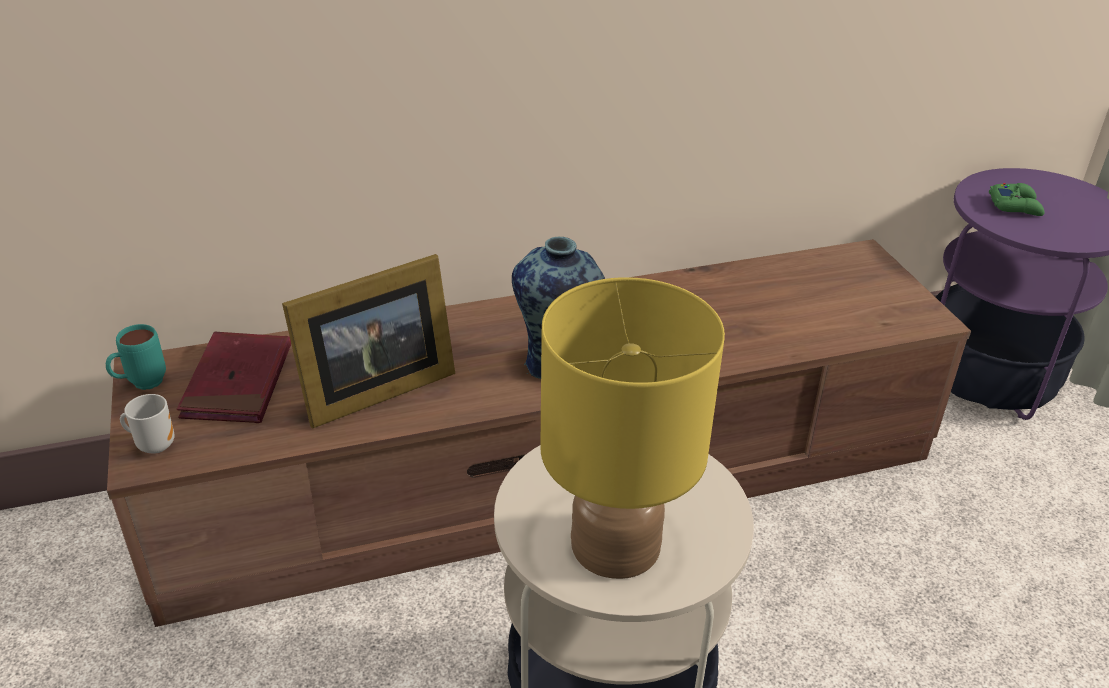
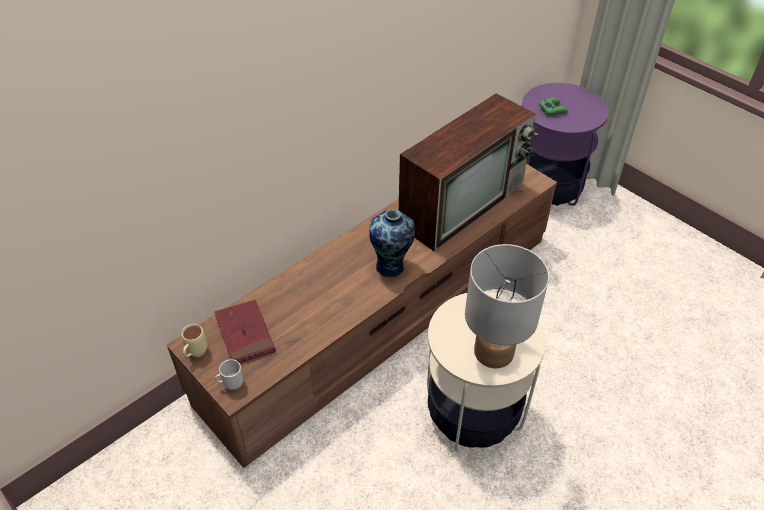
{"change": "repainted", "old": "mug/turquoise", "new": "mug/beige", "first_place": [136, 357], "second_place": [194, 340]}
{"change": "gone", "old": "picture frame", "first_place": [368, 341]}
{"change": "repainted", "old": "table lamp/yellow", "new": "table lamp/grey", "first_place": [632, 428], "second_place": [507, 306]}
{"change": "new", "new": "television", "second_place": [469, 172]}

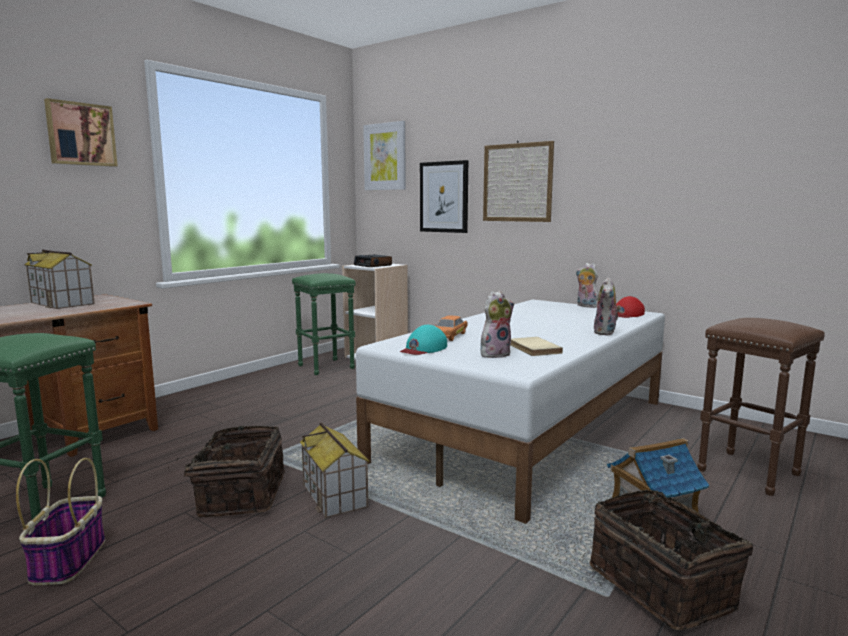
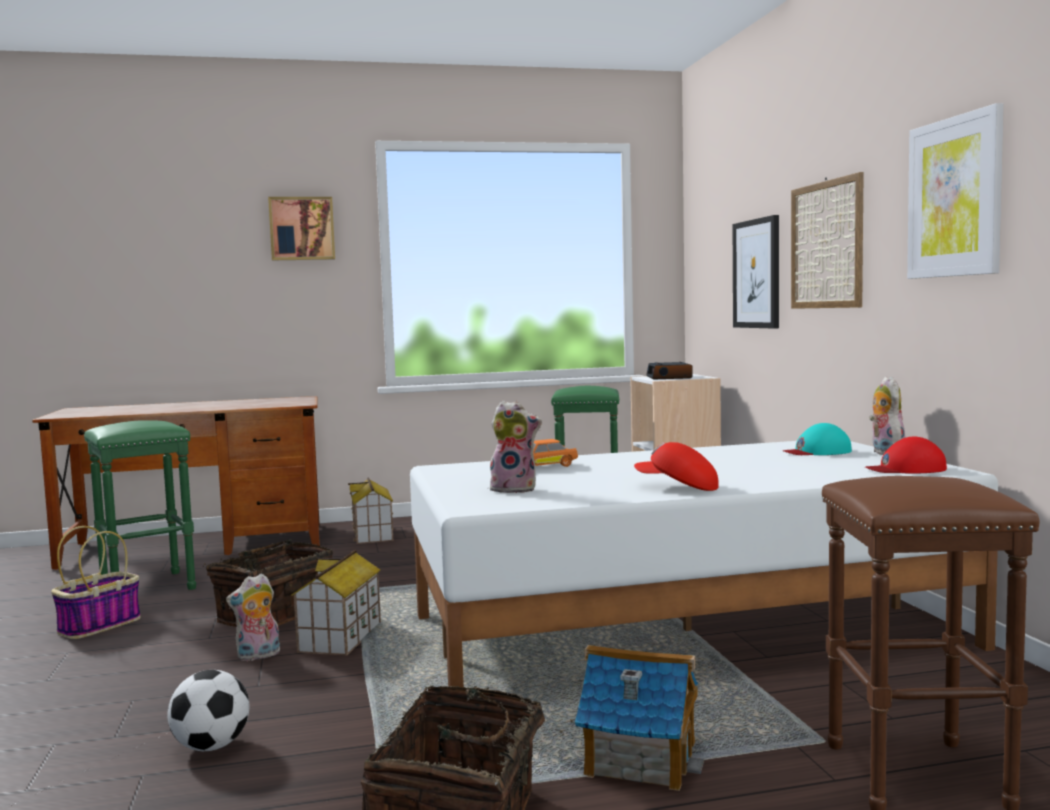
{"change": "shifted", "old": "toy house", "first_place": [59, 279], "second_place": [371, 510]}
{"change": "shifted", "old": "picture", "first_place": [384, 155], "second_place": [955, 191]}
{"change": "shifted", "old": "cap/turquoise", "first_place": [423, 340], "second_place": [817, 439]}
{"change": "gone", "old": "book/beige", "first_place": [537, 346]}
{"change": "shifted", "old": "plush toy", "first_place": [607, 306], "second_place": [253, 617]}
{"change": "new", "new": "football", "second_place": [208, 710]}
{"change": "new", "new": "cap/red", "second_place": [676, 466]}

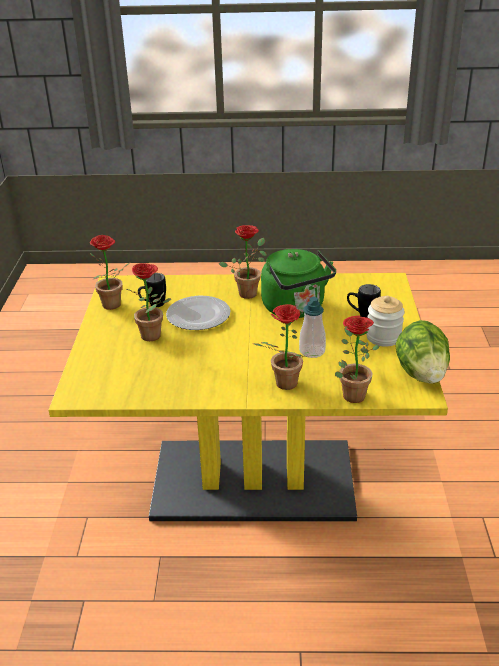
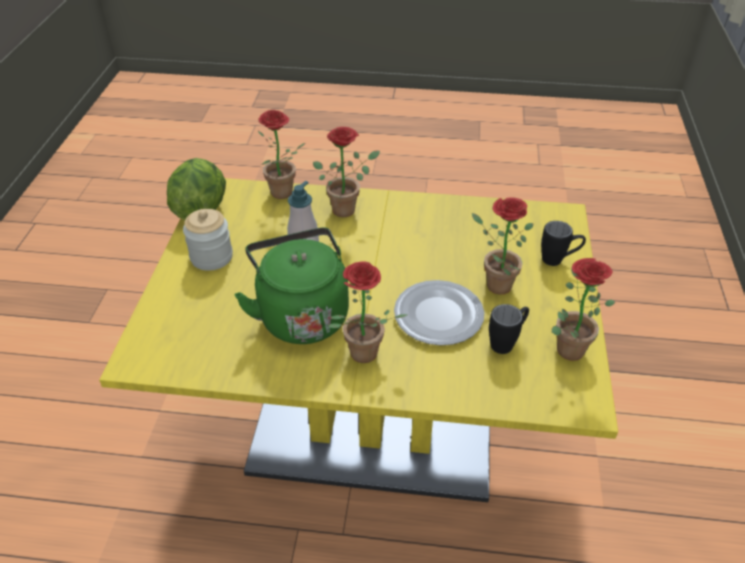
{"change": "shifted", "old": "mug/black", "first_place": [364, 301], "second_place": [563, 243]}

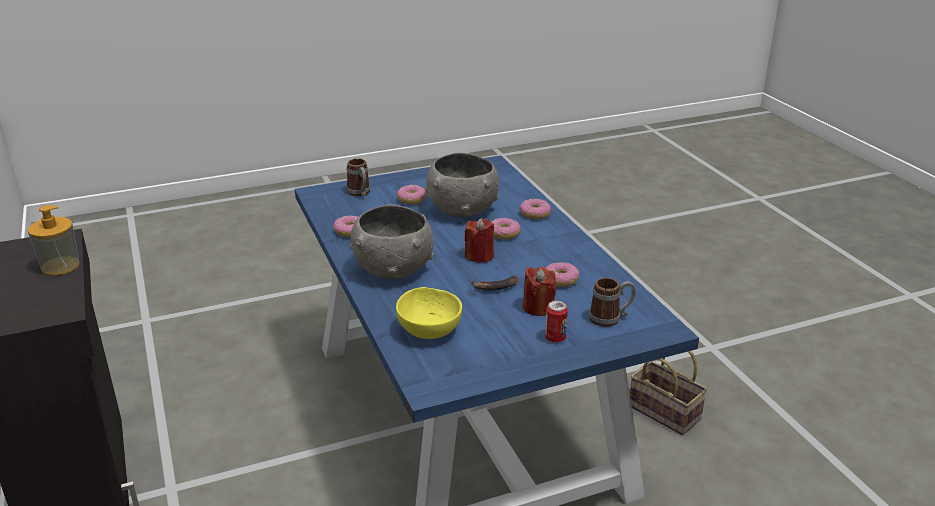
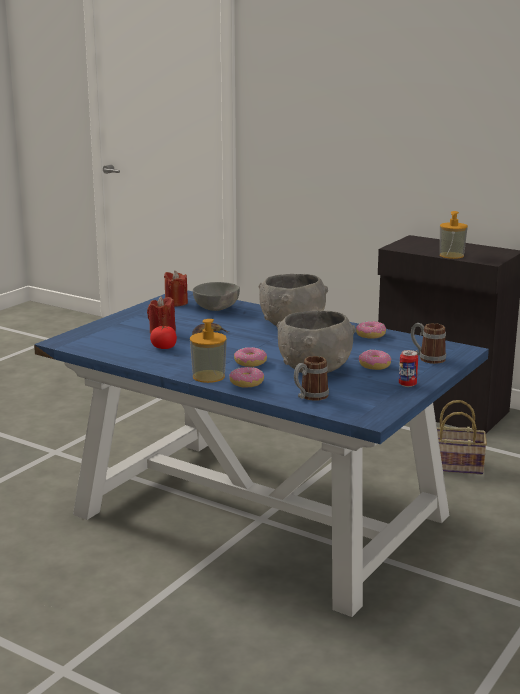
{"change": "repainted", "old": "bowl/yellow", "new": "bowl/grey", "first_place": [429, 313], "second_place": [216, 296]}
{"change": "shifted", "old": "candle/red", "first_place": [479, 240], "second_place": [176, 288]}
{"change": "shifted", "old": "can", "first_place": [556, 322], "second_place": [408, 368]}
{"change": "swapped", "old": "donut", "new": "tomato", "first_place": [563, 274], "second_place": [163, 337]}
{"change": "shifted", "old": "mug", "first_place": [612, 302], "second_place": [311, 378]}
{"change": "shifted", "old": "basket", "first_place": [668, 393], "second_place": [462, 437]}
{"change": "new", "new": "soap dispenser", "second_place": [208, 351]}

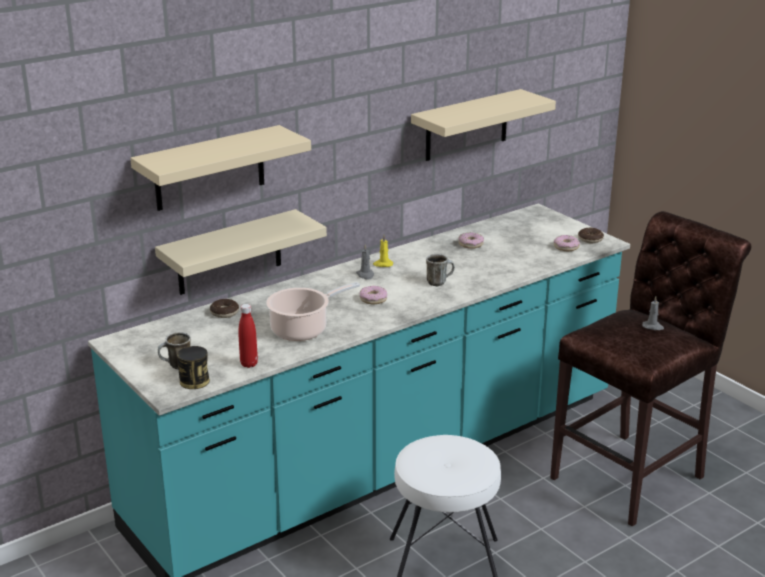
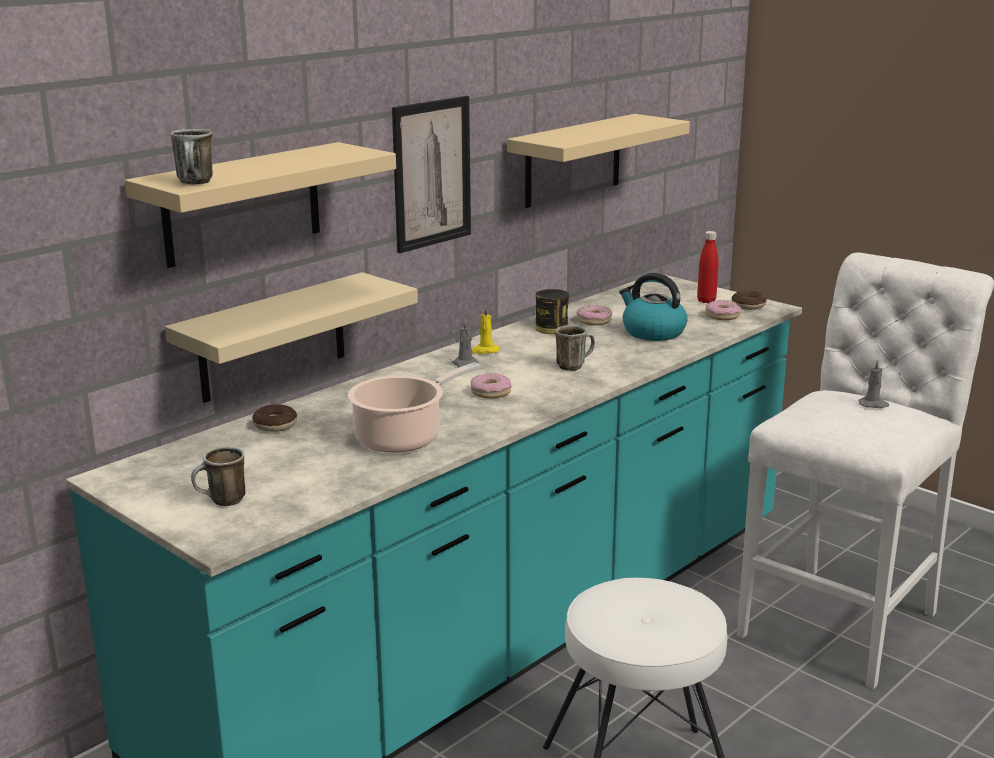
{"change": "shifted", "old": "can", "first_place": [193, 367], "second_place": [552, 311]}
{"change": "shifted", "old": "bottle/red", "first_place": [248, 336], "second_place": [707, 267]}
{"change": "repainted", "old": "stool/brown", "new": "stool/white", "first_place": [650, 368], "second_place": [865, 470]}
{"change": "new", "new": "mug", "second_place": [192, 157]}
{"change": "new", "new": "picture", "second_place": [431, 174]}
{"change": "new", "new": "kettle", "second_place": [653, 307]}

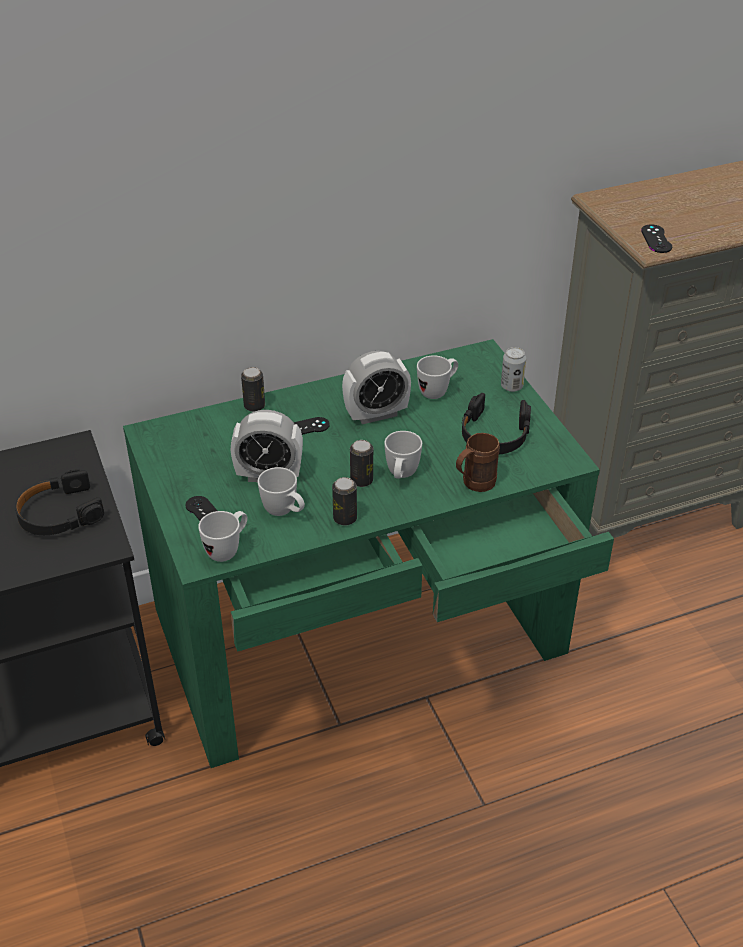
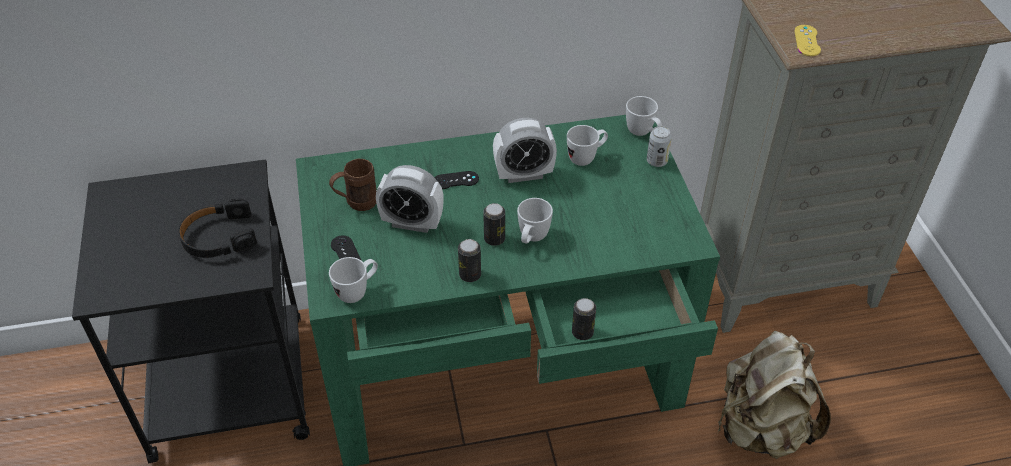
{"change": "shifted", "old": "can", "first_place": [253, 389], "second_place": [584, 319]}
{"change": "shifted", "old": "mug/white", "first_place": [281, 491], "second_place": [644, 116]}
{"change": "shifted", "old": "mug/brown", "first_place": [478, 462], "second_place": [352, 185]}
{"change": "gone", "old": "headphones/black", "first_place": [496, 423]}
{"change": "repainted", "old": "game controller/black", "new": "game controller/yellow", "first_place": [656, 238], "second_place": [807, 40]}
{"change": "new", "new": "backpack/beige", "second_place": [774, 395]}

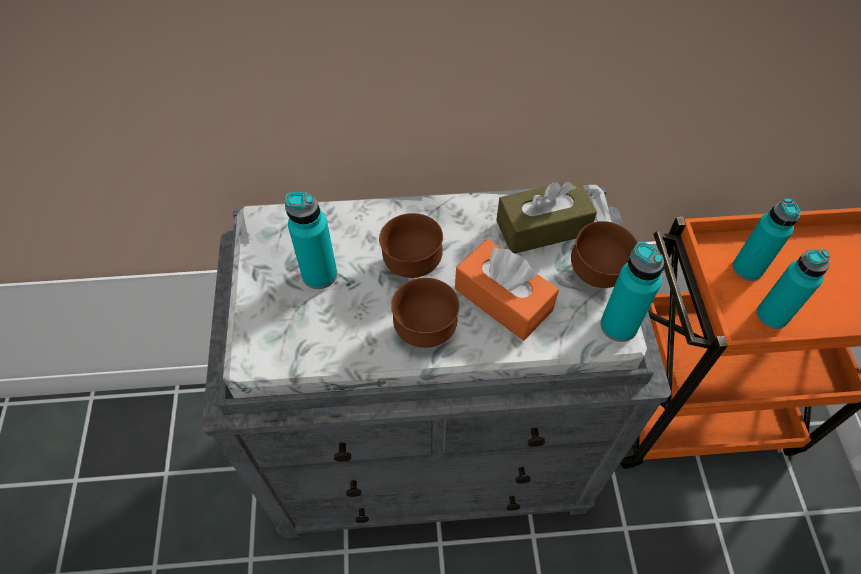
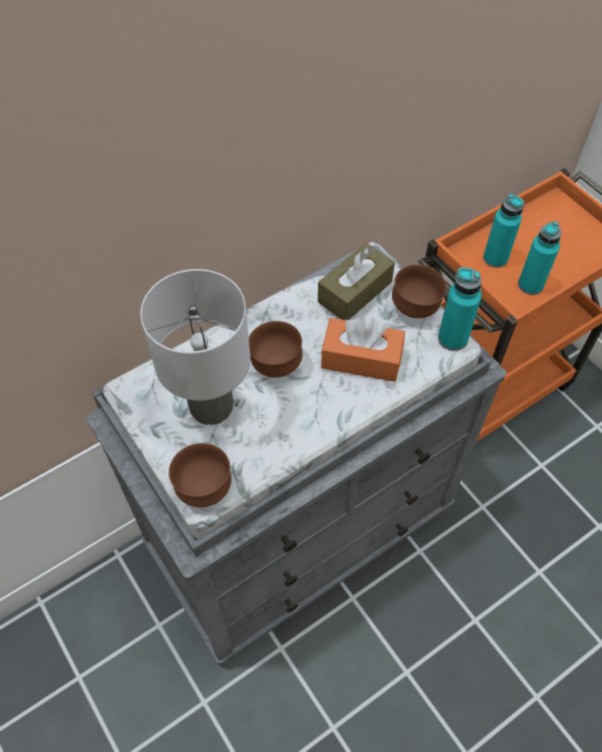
{"change": "swapped", "old": "bottle/turquoise", "new": "table lamp/white", "first_place": [311, 240], "second_place": [195, 347]}
{"change": "shifted", "old": "bowl/brown", "first_place": [425, 313], "second_place": [200, 475]}

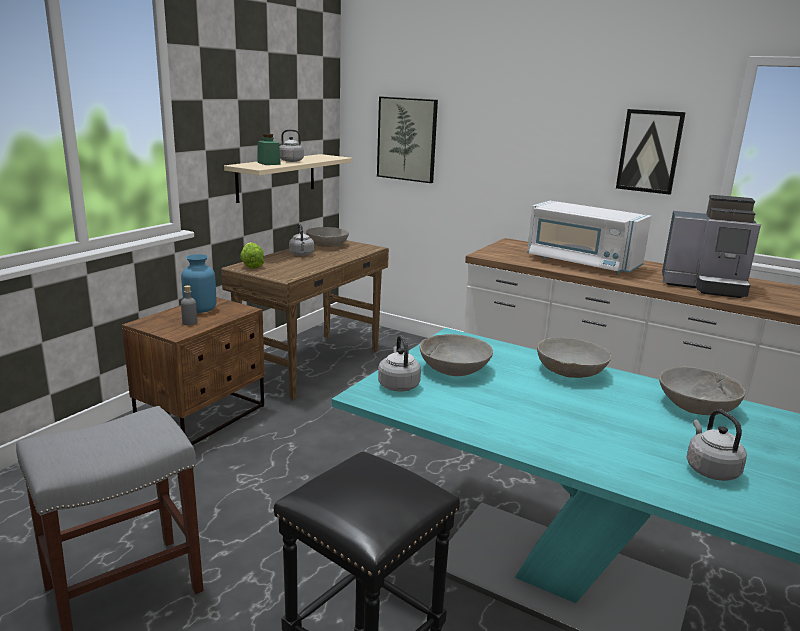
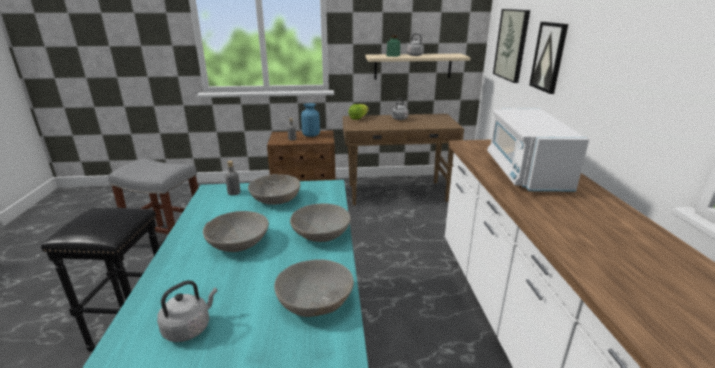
{"change": "shifted", "old": "bowl/grey", "first_place": [327, 237], "second_place": [236, 231]}
{"change": "swapped", "old": "kettle/grey", "new": "bottle/grey", "first_place": [399, 363], "second_place": [233, 178]}
{"change": "shifted", "old": "picture", "first_place": [651, 152], "second_place": [548, 58]}
{"change": "gone", "old": "coffee machine", "first_place": [711, 246]}

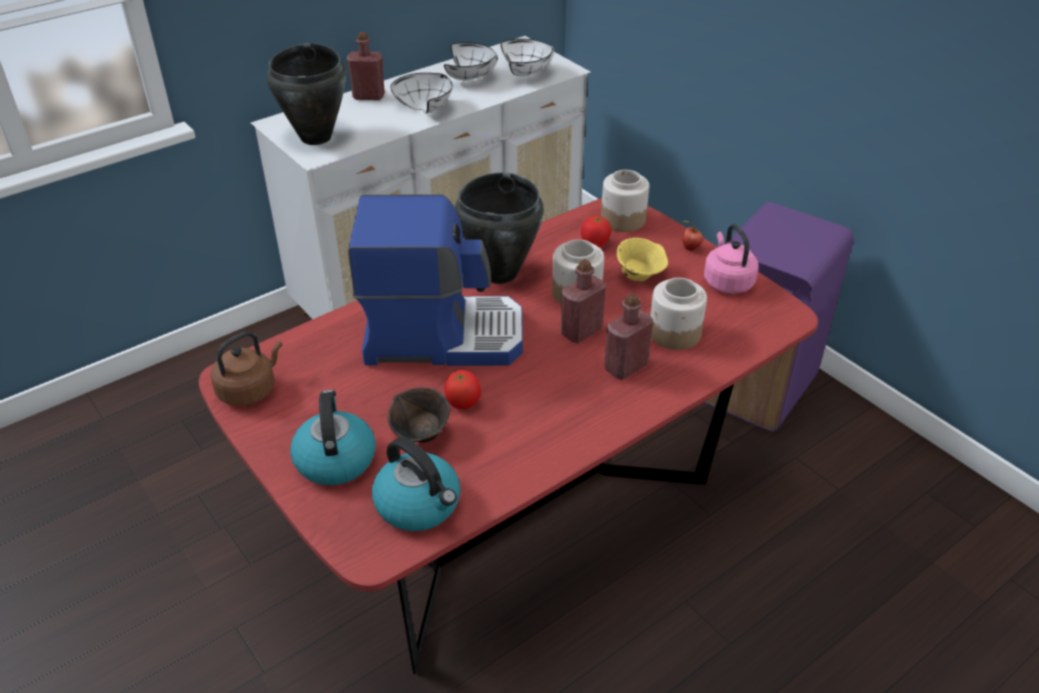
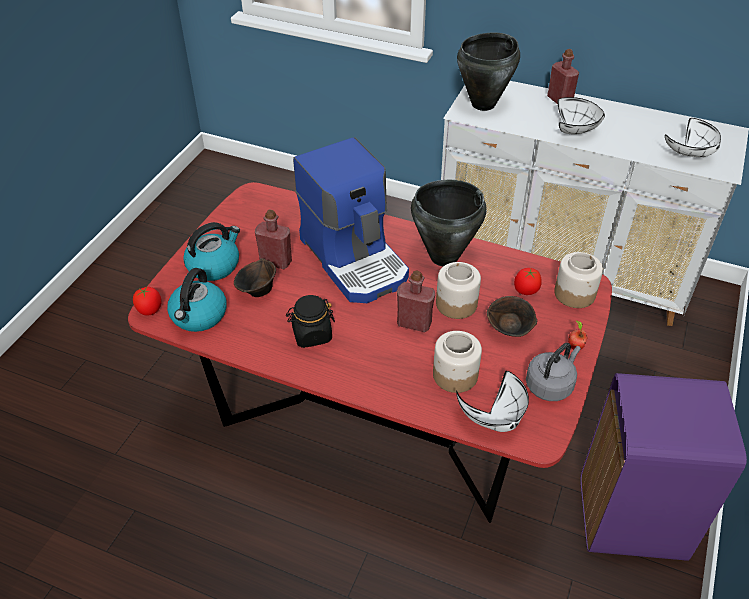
{"change": "gone", "old": "kettle/brown", "first_place": [246, 368]}
{"change": "shifted", "old": "bowl/white", "first_place": [471, 61], "second_place": [492, 401]}
{"change": "shifted", "old": "tomato", "first_place": [462, 389], "second_place": [147, 301]}
{"change": "shifted", "old": "bottle/red", "first_place": [628, 336], "second_place": [273, 239]}
{"change": "repainted", "old": "bowl/yellow", "new": "bowl/brown", "first_place": [642, 259], "second_place": [512, 316]}
{"change": "repainted", "old": "kettle/pink", "new": "kettle/grey", "first_place": [731, 259], "second_place": [553, 372]}
{"change": "new", "new": "jar/black", "second_place": [310, 321]}

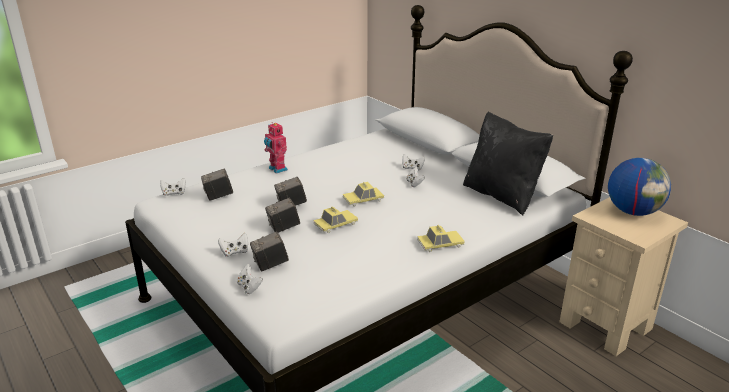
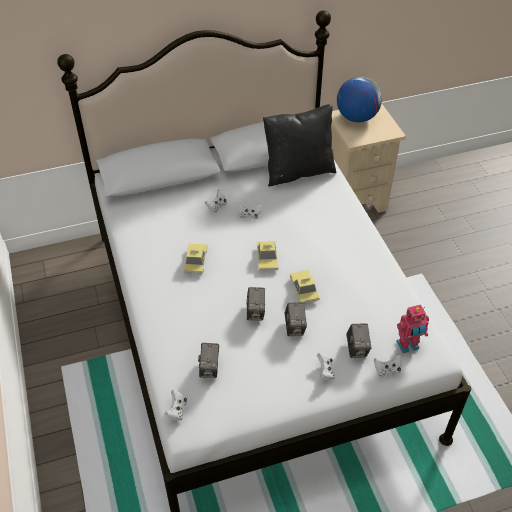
{"change": "shifted", "old": "toy robot", "first_place": [276, 148], "second_place": [413, 328]}
{"change": "shifted", "old": "toy car", "first_place": [441, 238], "second_place": [195, 259]}

